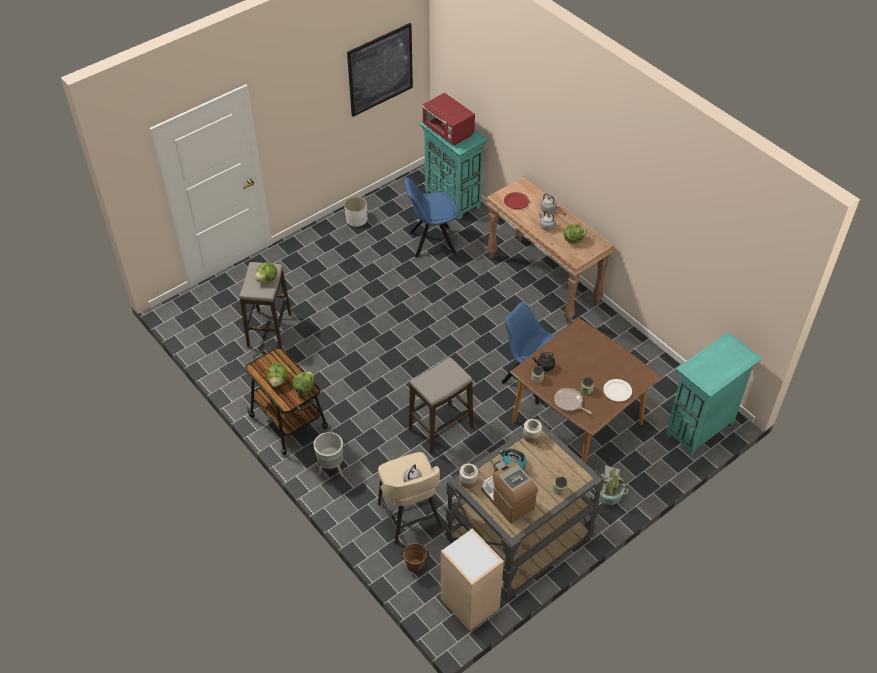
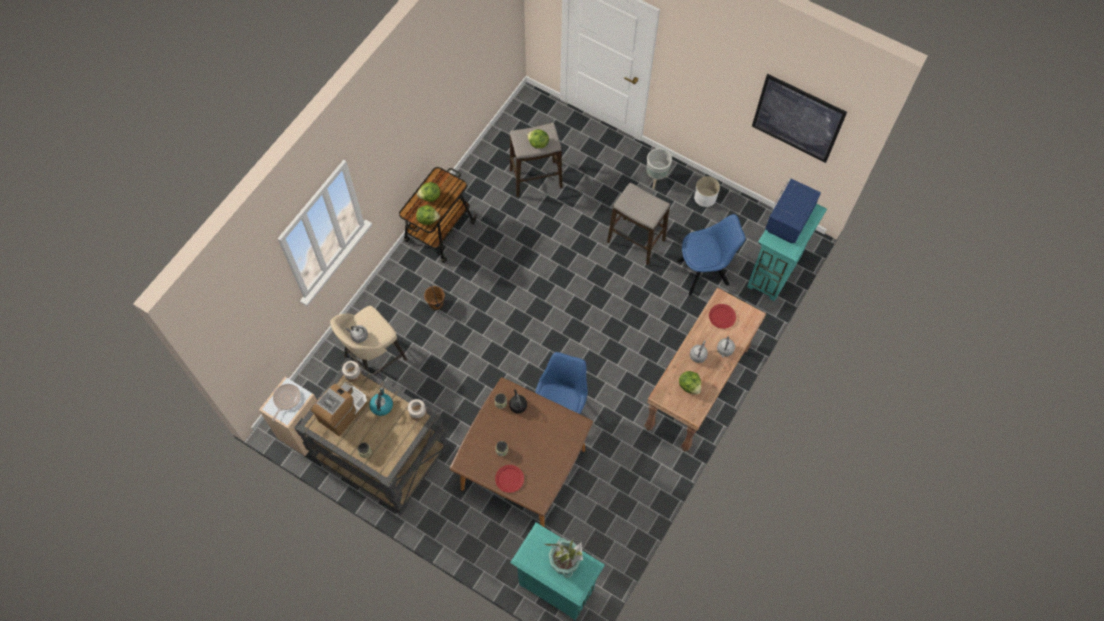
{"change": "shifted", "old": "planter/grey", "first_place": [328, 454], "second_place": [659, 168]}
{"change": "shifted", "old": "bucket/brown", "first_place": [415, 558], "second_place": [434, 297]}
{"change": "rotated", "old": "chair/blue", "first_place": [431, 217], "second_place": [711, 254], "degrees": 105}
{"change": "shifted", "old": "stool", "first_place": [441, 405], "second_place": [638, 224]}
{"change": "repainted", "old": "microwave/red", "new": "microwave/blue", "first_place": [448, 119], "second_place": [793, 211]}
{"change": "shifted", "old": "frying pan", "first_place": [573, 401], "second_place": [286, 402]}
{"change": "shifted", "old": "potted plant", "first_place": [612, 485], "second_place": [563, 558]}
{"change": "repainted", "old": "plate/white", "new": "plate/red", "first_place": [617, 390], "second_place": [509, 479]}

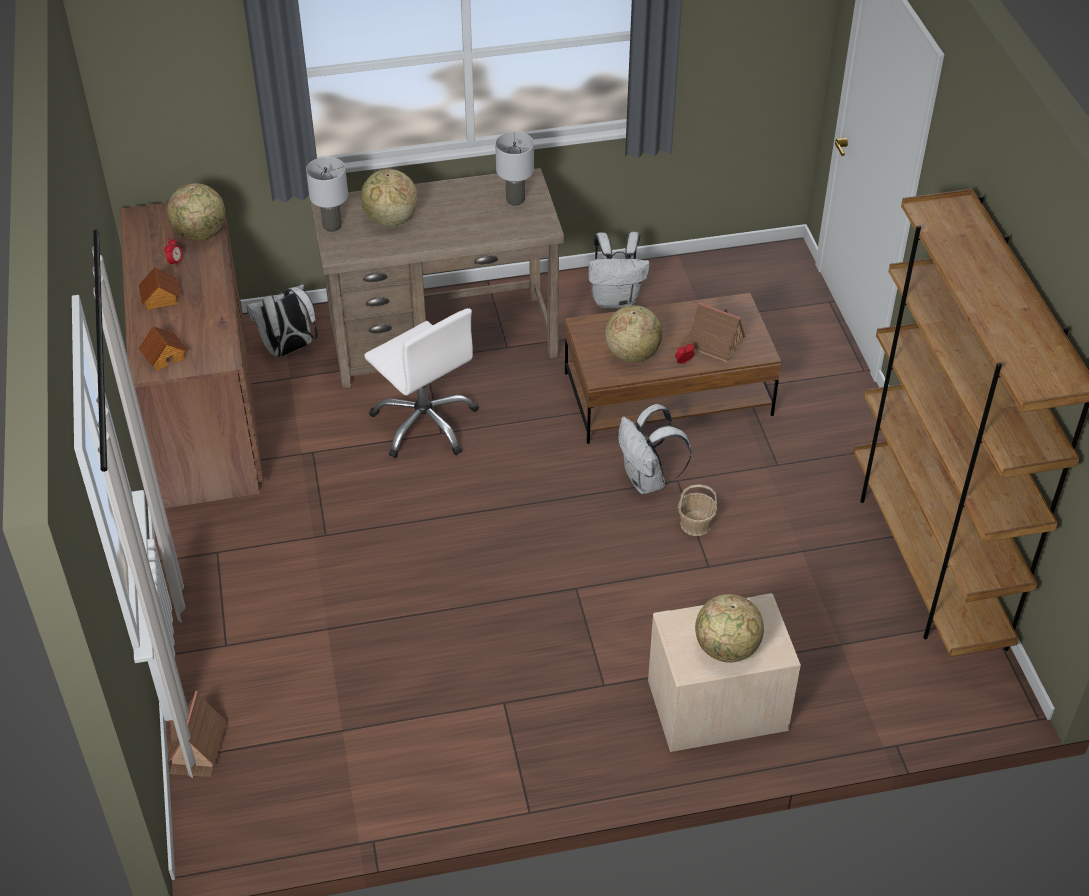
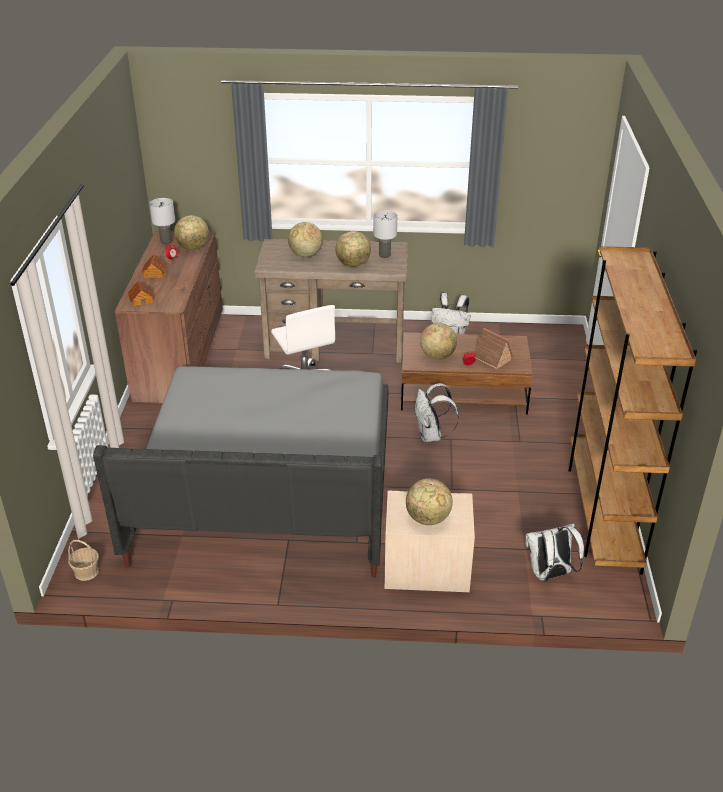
{"change": "gone", "old": "toy house", "first_place": [197, 734]}
{"change": "shifted", "old": "backpack/white", "first_place": [281, 320], "second_place": [554, 552]}
{"change": "shifted", "old": "table lamp/white", "first_place": [327, 194], "second_place": [162, 221]}
{"change": "shifted", "old": "basket", "first_place": [697, 510], "second_place": [83, 560]}
{"change": "new", "new": "bed/grey", "second_place": [240, 472]}
{"change": "new", "new": "globe", "second_place": [353, 249]}

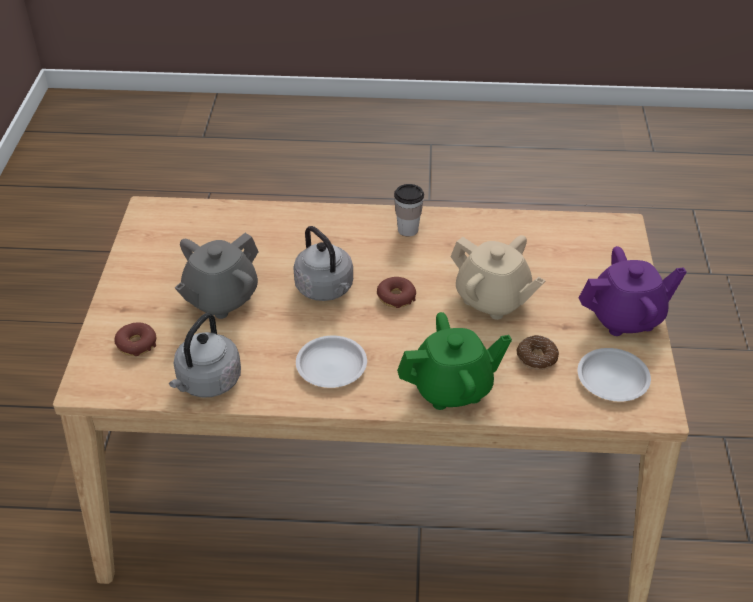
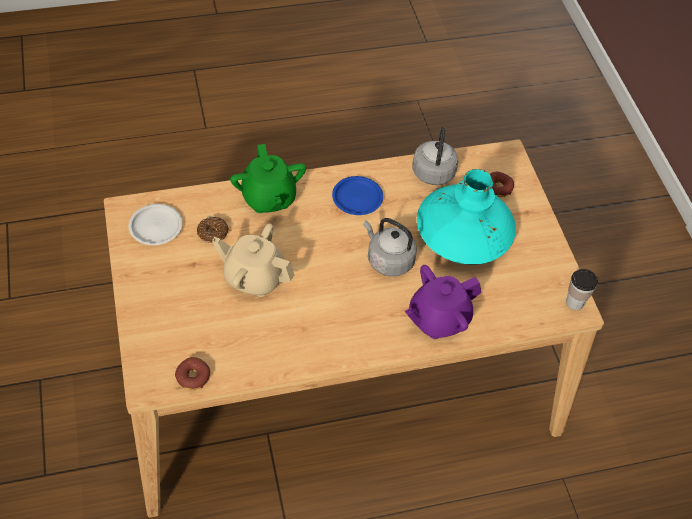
{"change": "swapped", "old": "teapot/grey", "new": "vase/turquoise", "first_place": [216, 276], "second_place": [466, 216]}
{"change": "repainted", "old": "plate/white", "new": "plate/blue", "first_place": [331, 362], "second_place": [357, 195]}
{"change": "shifted", "old": "donut", "first_place": [396, 292], "second_place": [192, 373]}
{"change": "shifted", "old": "cup", "first_place": [409, 210], "second_place": [582, 289]}
{"change": "rotated", "old": "teapot/green", "first_place": [454, 361], "second_place": [268, 178], "degrees": -75}
{"change": "shifted", "old": "teapot/purple", "first_place": [633, 291], "second_place": [443, 302]}

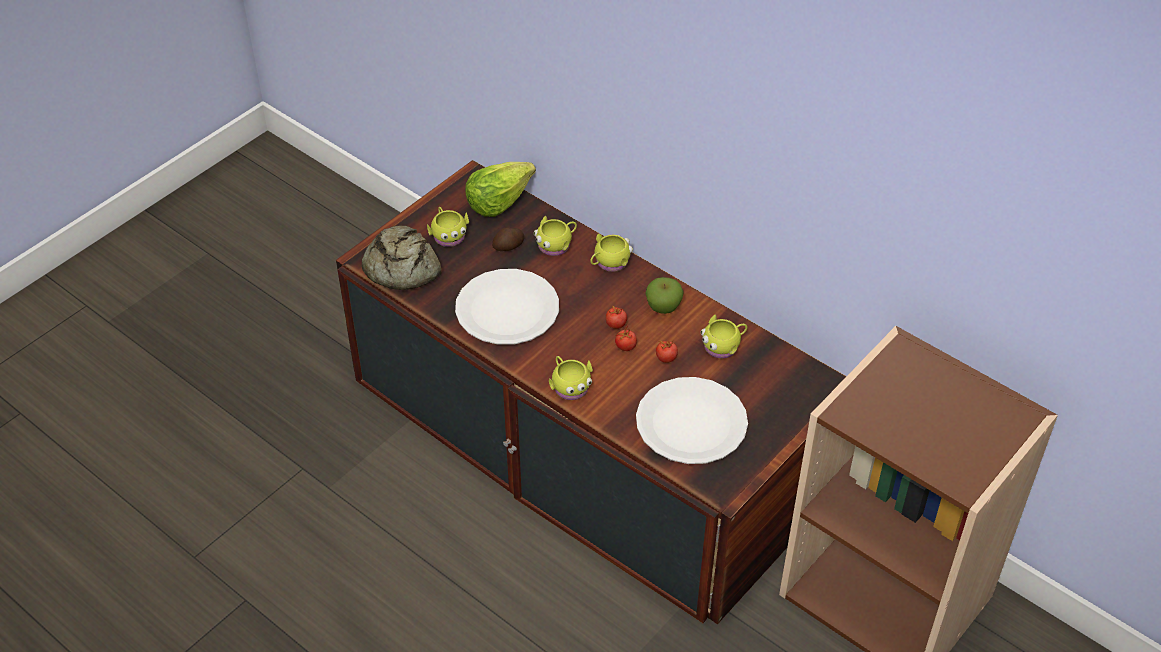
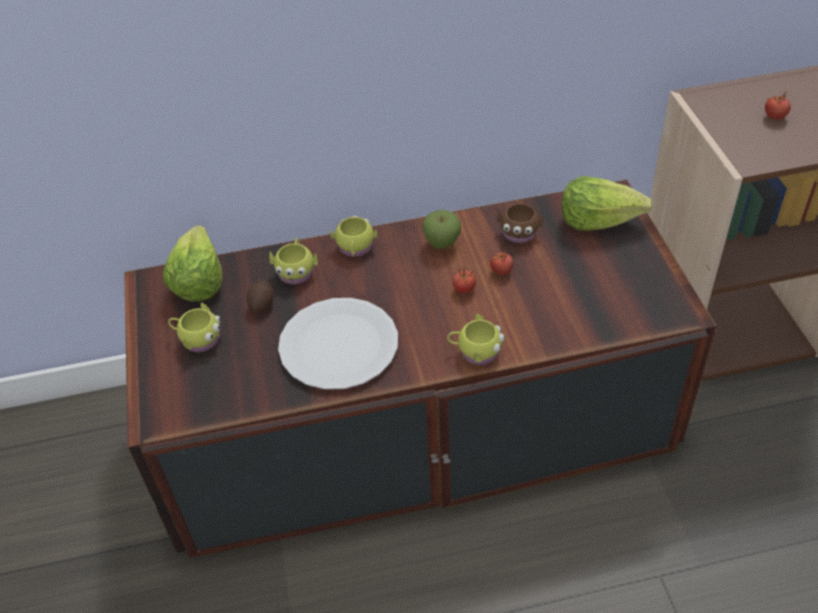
{"change": "gone", "old": "bread", "first_place": [402, 258]}
{"change": "shifted", "old": "tomato", "first_place": [616, 317], "second_place": [778, 105]}
{"change": "gone", "old": "plate/white", "first_place": [692, 420]}
{"change": "repainted", "old": "mug/yellow", "new": "mug/brown", "first_place": [724, 336], "second_place": [520, 220]}
{"change": "new", "new": "lettuce", "second_place": [607, 203]}

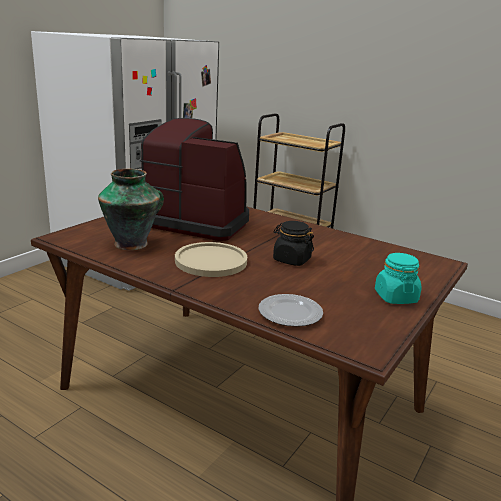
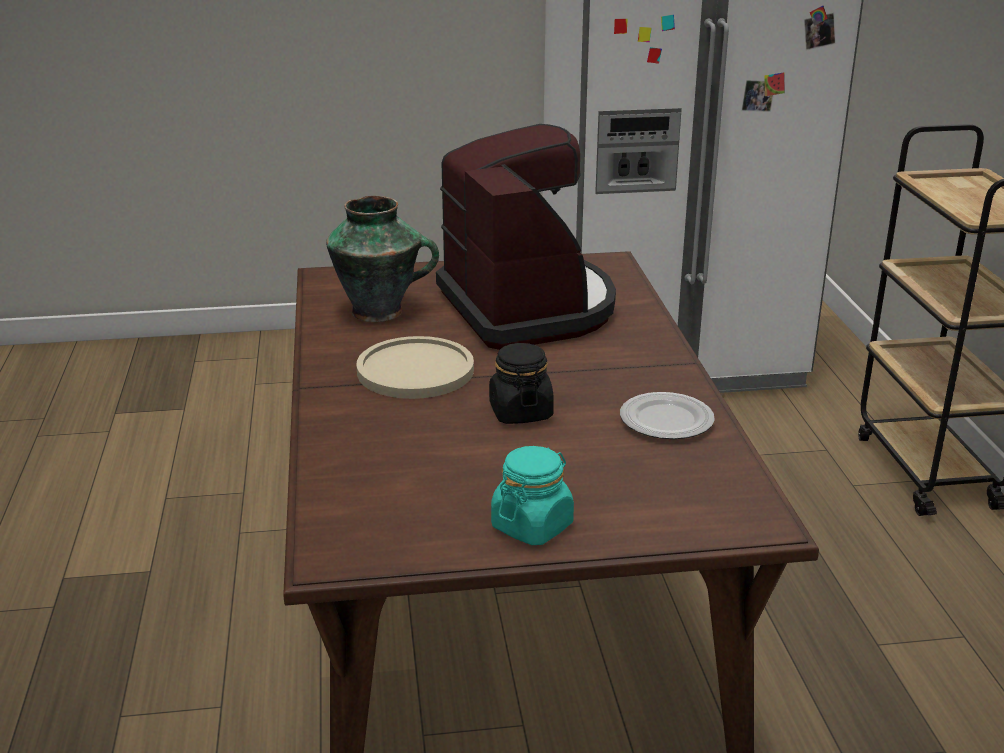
{"change": "shifted", "old": "plate", "first_place": [291, 310], "second_place": [667, 415]}

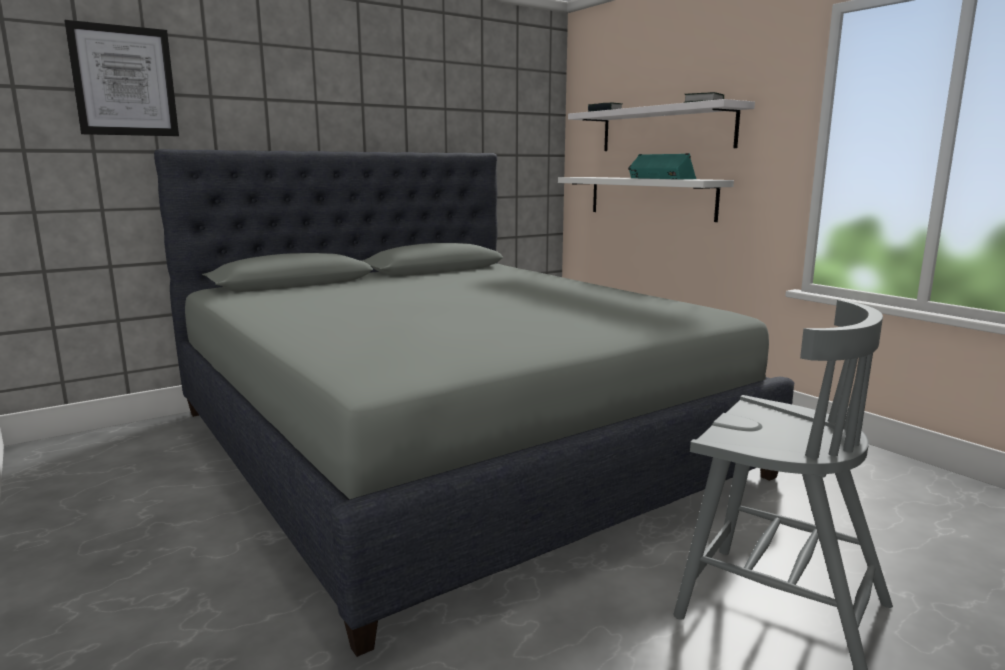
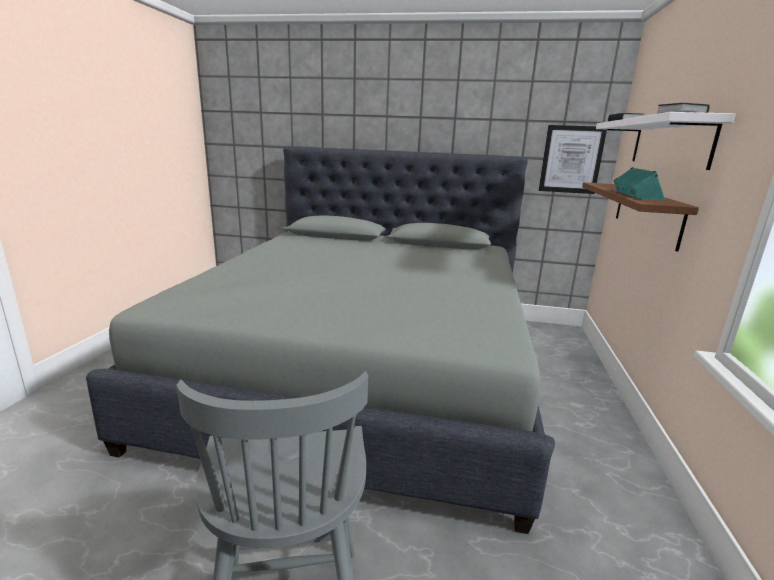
{"change": "shifted", "old": "picture", "first_place": [121, 78], "second_place": [573, 159]}
{"change": "repainted", "old": "shelf/white", "new": "shelf/brown", "first_place": [646, 199], "second_place": [640, 217]}

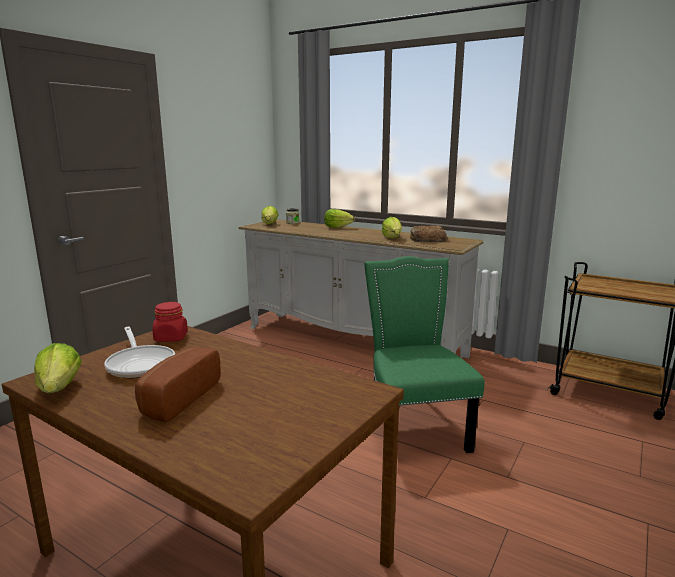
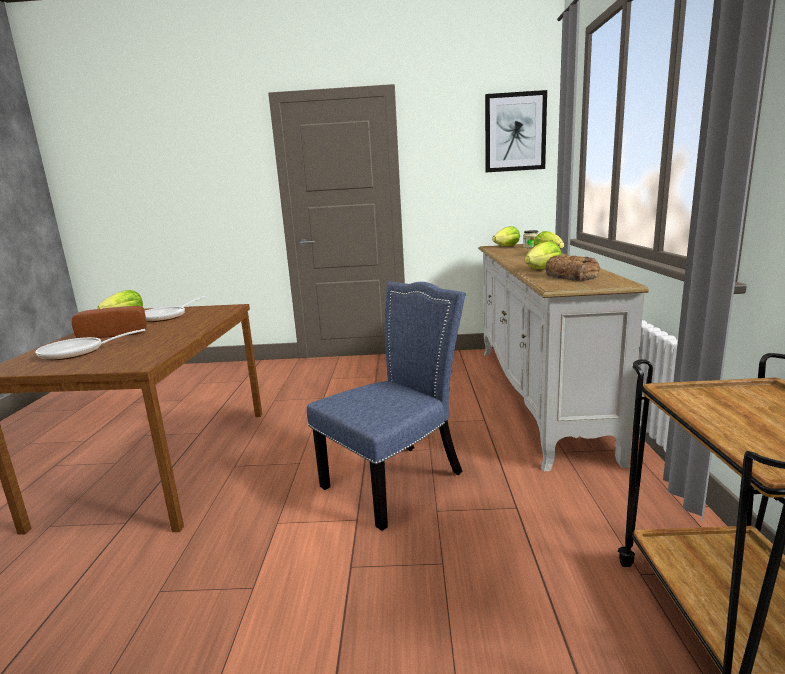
{"change": "gone", "old": "jar/red", "first_place": [170, 322]}
{"change": "repainted", "old": "chair/green", "new": "chair/blue", "first_place": [424, 354], "second_place": [386, 406]}
{"change": "new", "new": "frying pan", "second_place": [90, 344]}
{"change": "new", "new": "picture", "second_place": [516, 131]}

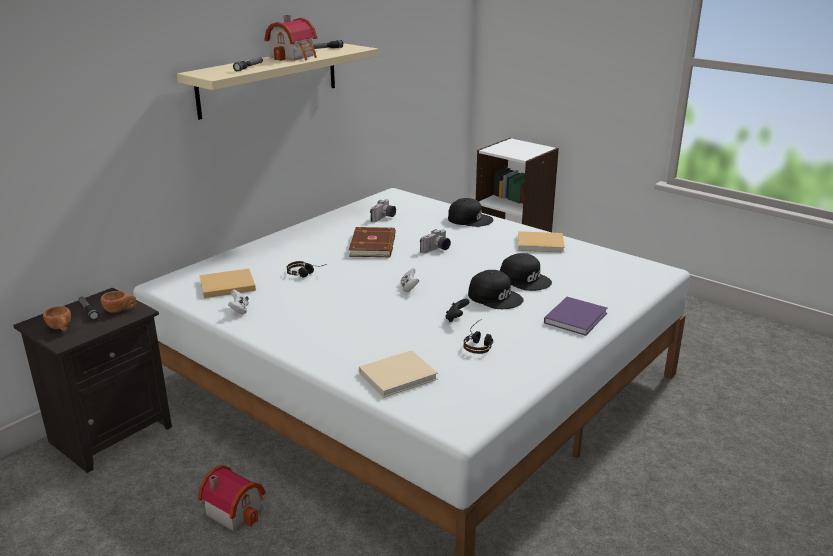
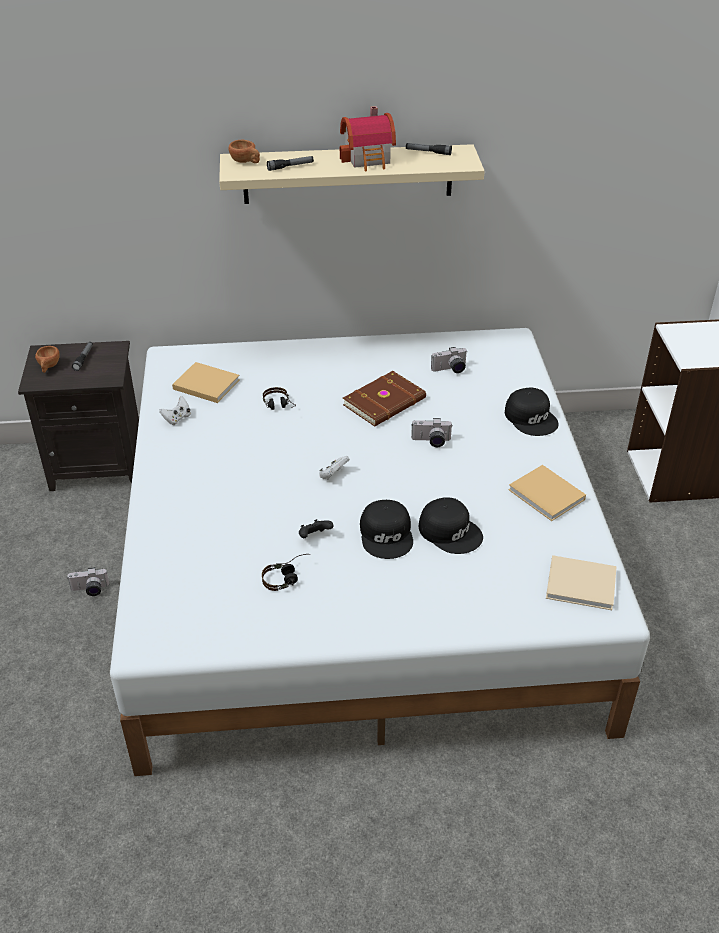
{"change": "shifted", "old": "cup/brown", "first_place": [119, 302], "second_place": [244, 151]}
{"change": "swapped", "old": "toy house", "new": "photo camera", "first_place": [232, 498], "second_place": [88, 581]}
{"change": "shifted", "old": "book/beige", "first_place": [398, 373], "second_place": [581, 582]}
{"change": "rotated", "old": "cap/black", "first_place": [526, 272], "second_place": [451, 525], "degrees": -45}
{"change": "gone", "old": "book/purple", "first_place": [576, 316]}

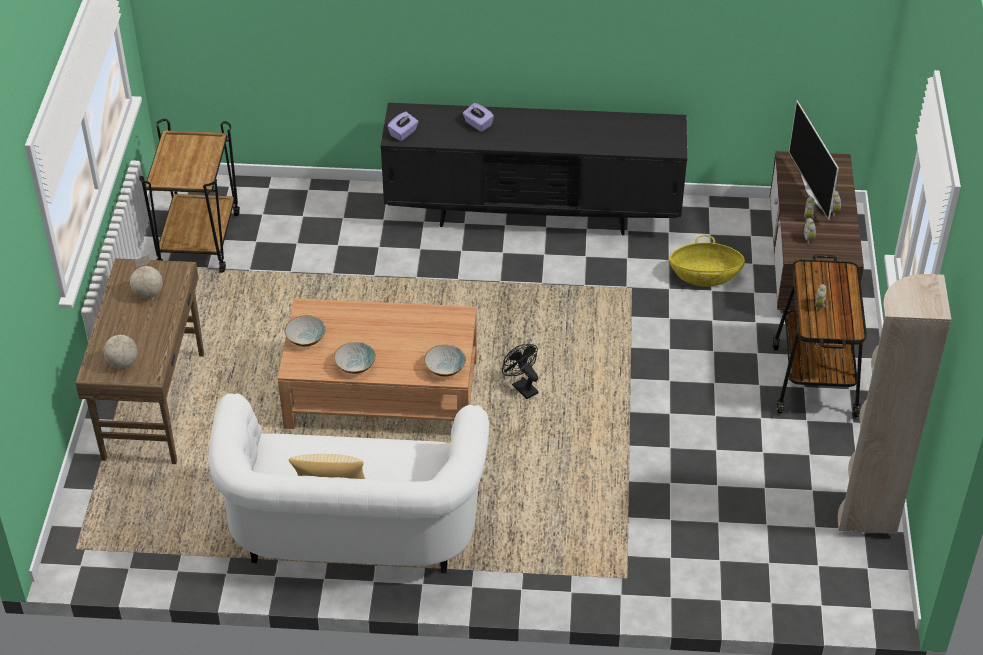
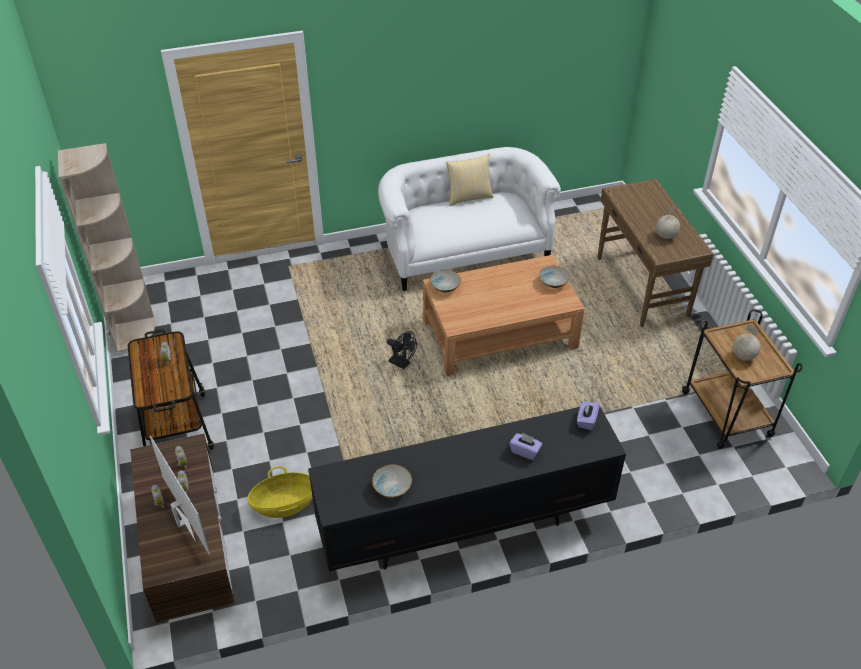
{"change": "shifted", "old": "globe", "first_place": [120, 346], "second_place": [746, 342]}
{"change": "shifted", "old": "bowl", "first_place": [355, 358], "second_place": [392, 481]}

